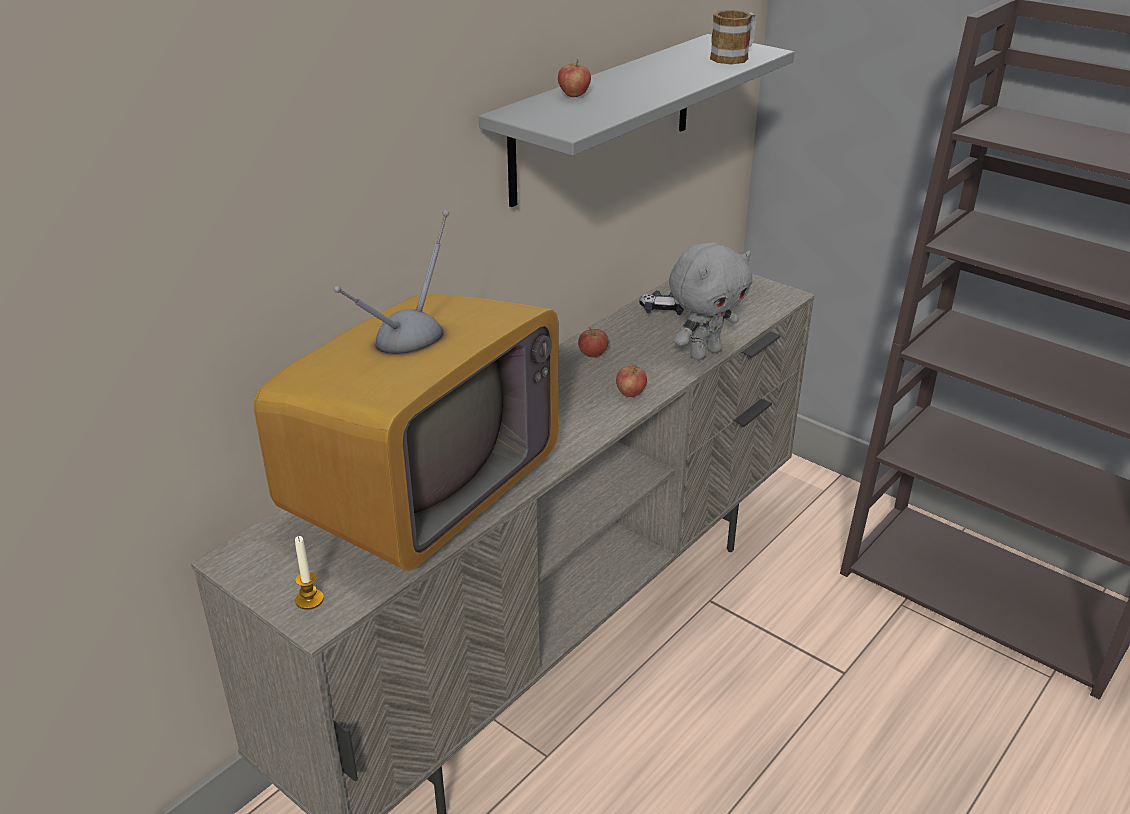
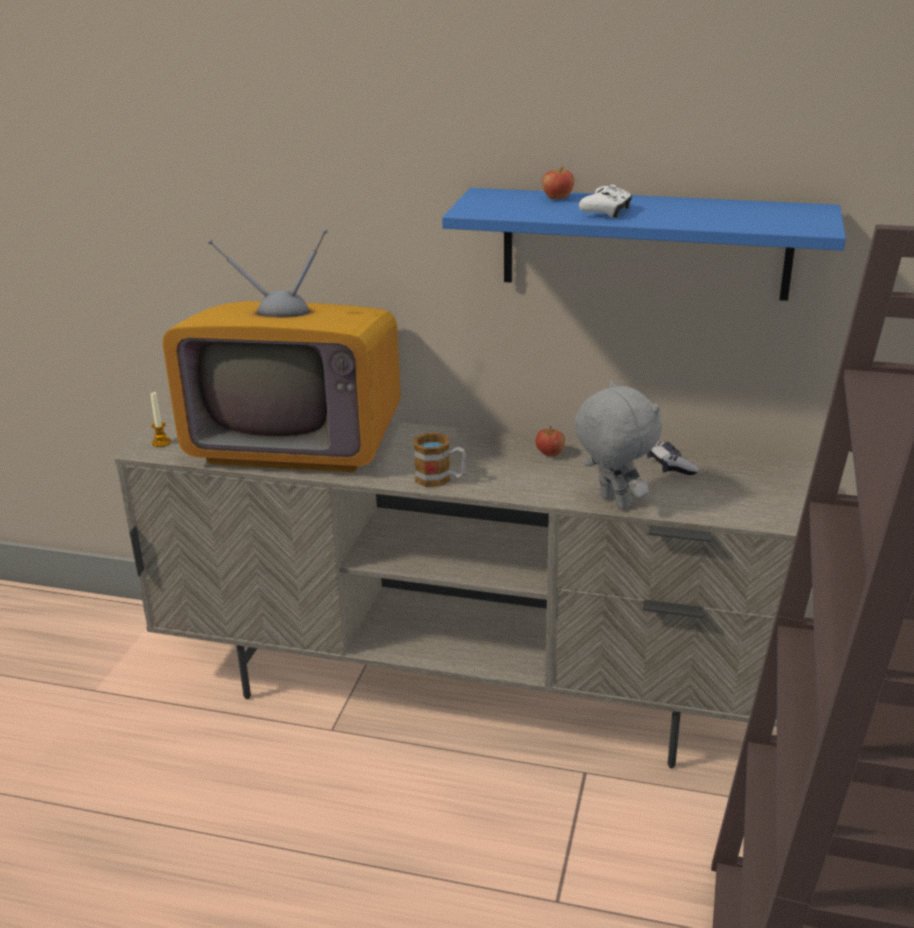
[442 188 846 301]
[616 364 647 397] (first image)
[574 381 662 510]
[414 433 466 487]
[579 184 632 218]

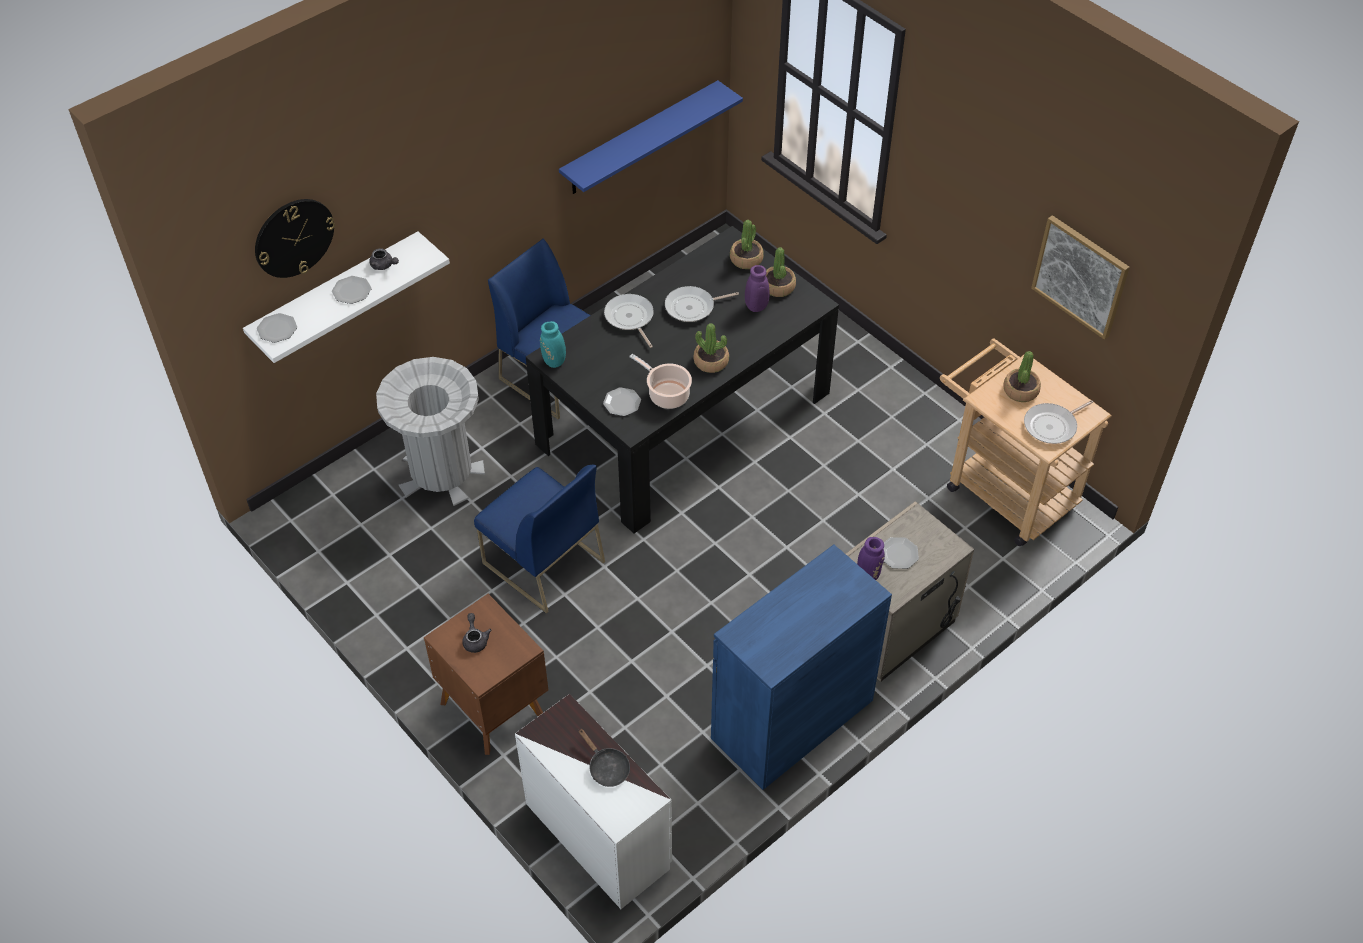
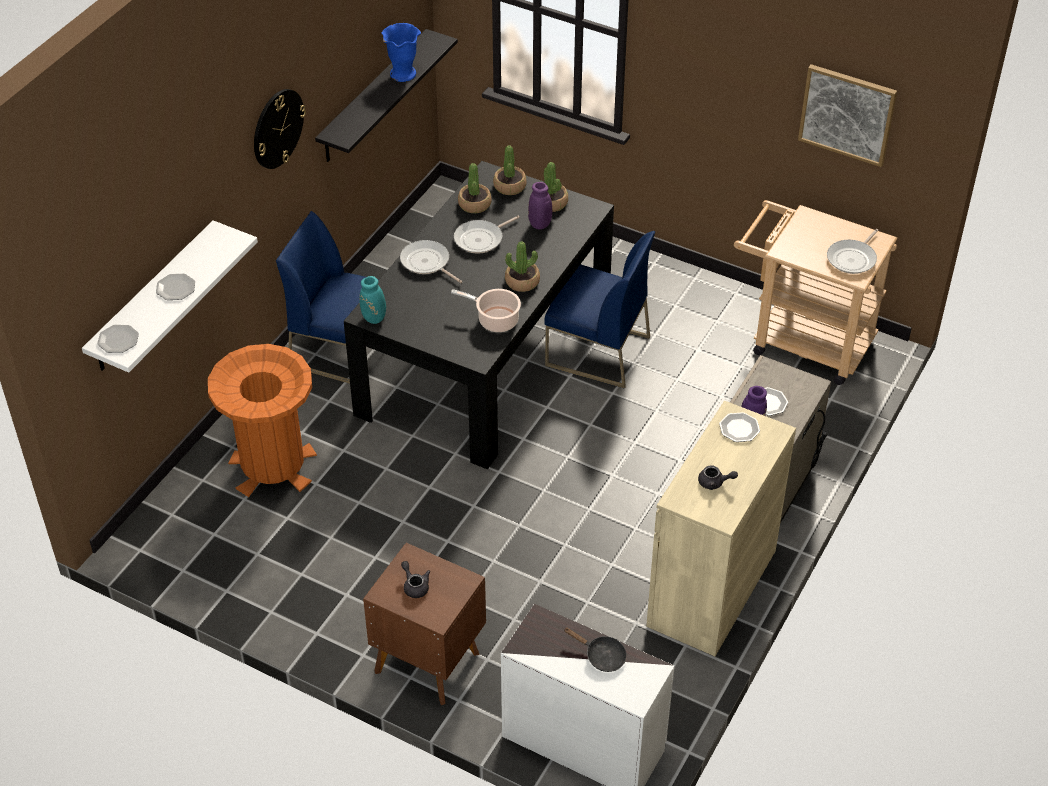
[254 89 306 169]
[698 465 738 490]
[208 344 317 497]
[545 231 656 389]
[315 29 458 162]
[719 412 760 442]
[646 401 796 656]
[458 163 492 213]
[382 23 421 82]

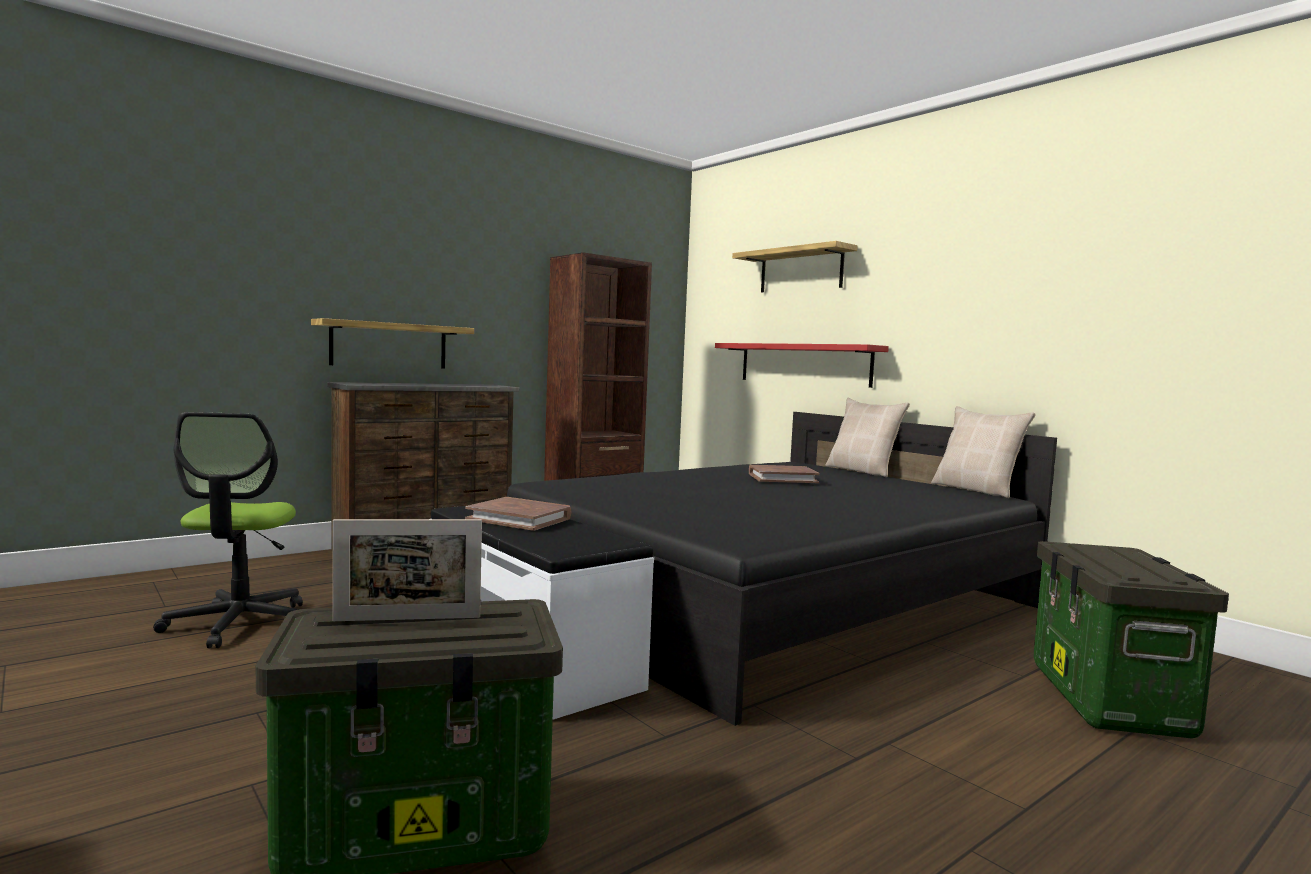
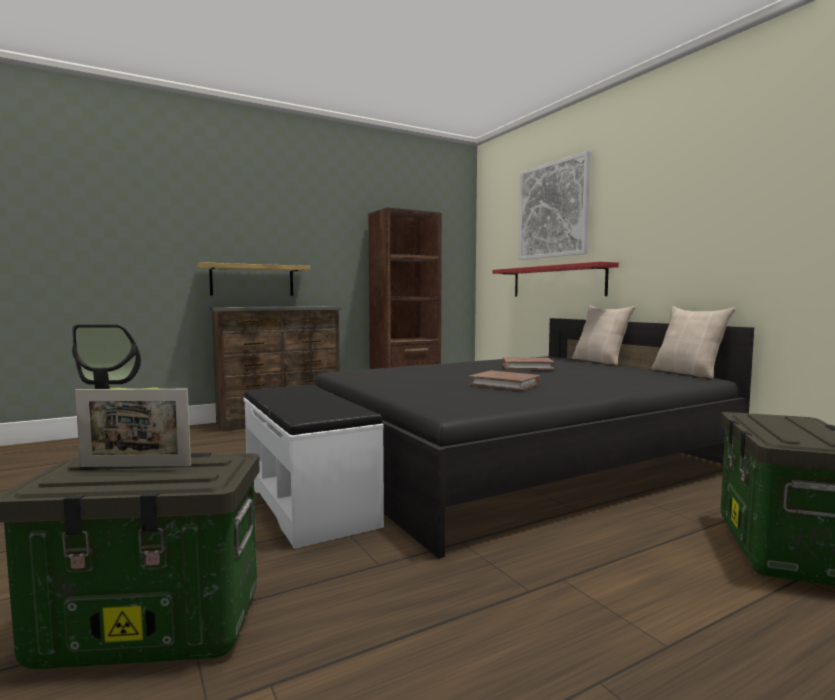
[469 371 540 391]
[518 151 591 260]

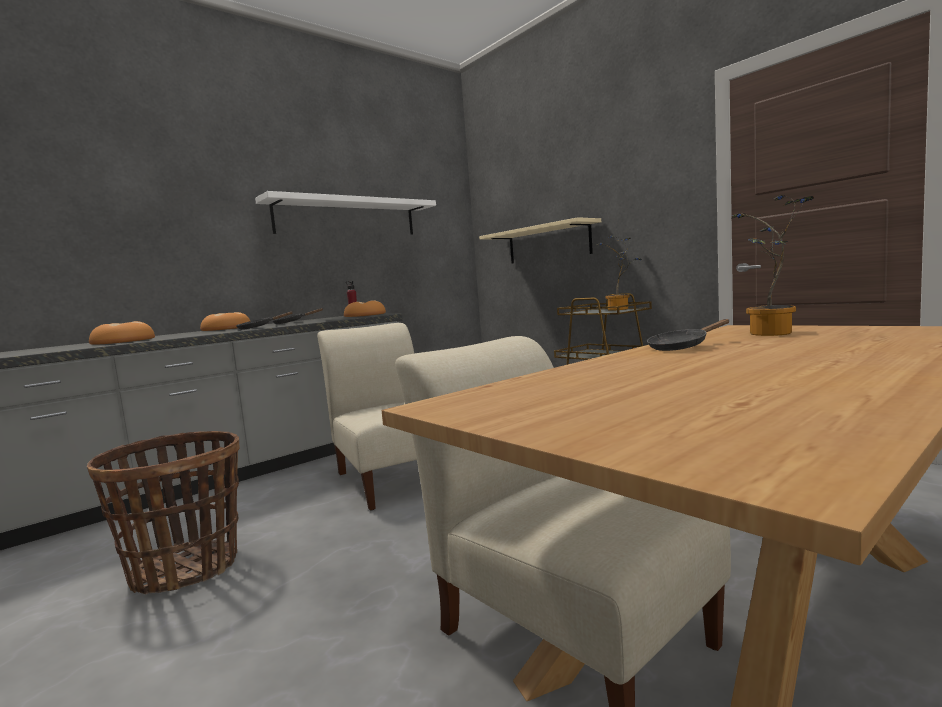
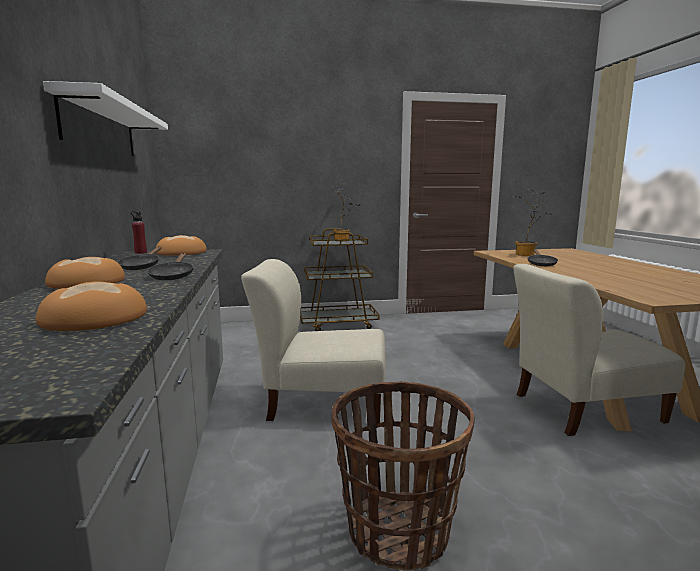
[479 217 601 263] (first image)

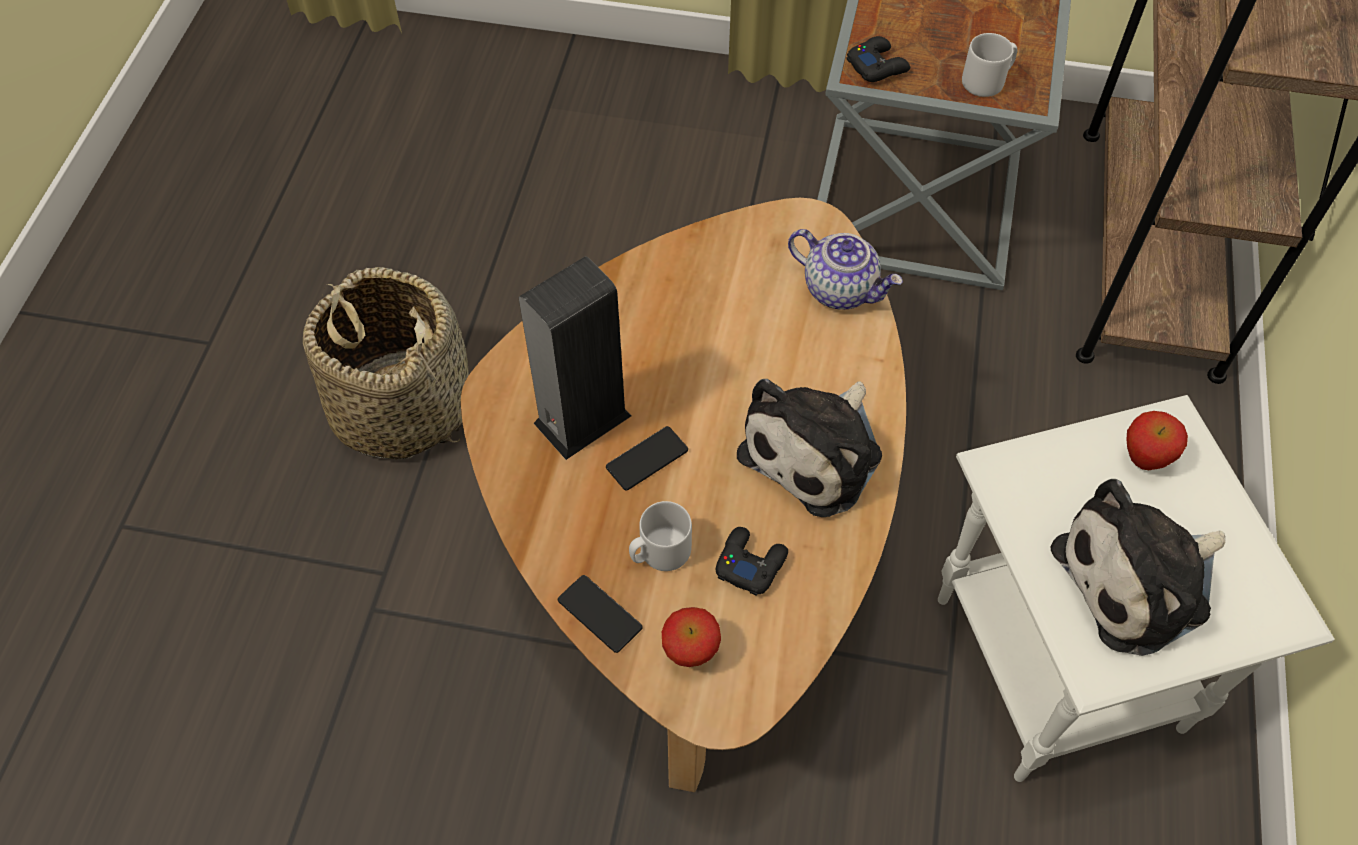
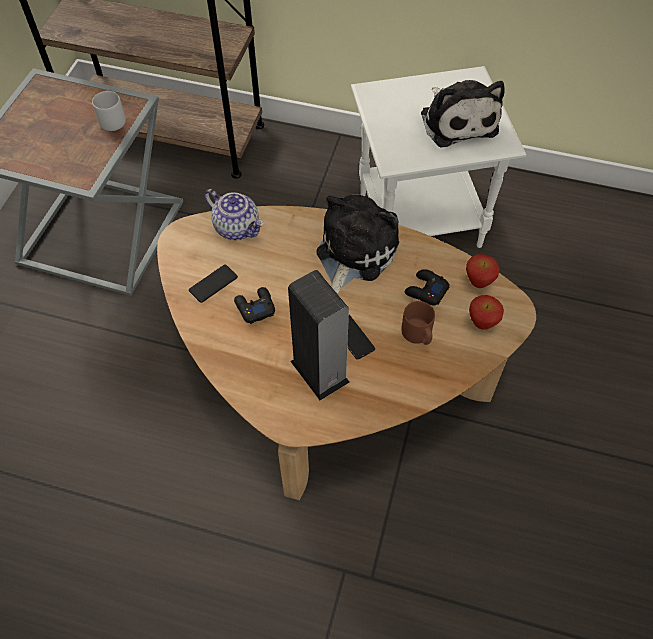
[303 267 469 459] (first image)
[189 264 238 303]
[401 301 435 345]
[316 194 399 294]
[204 189 264 240]
[234 287 275 324]
[466 254 499 288]

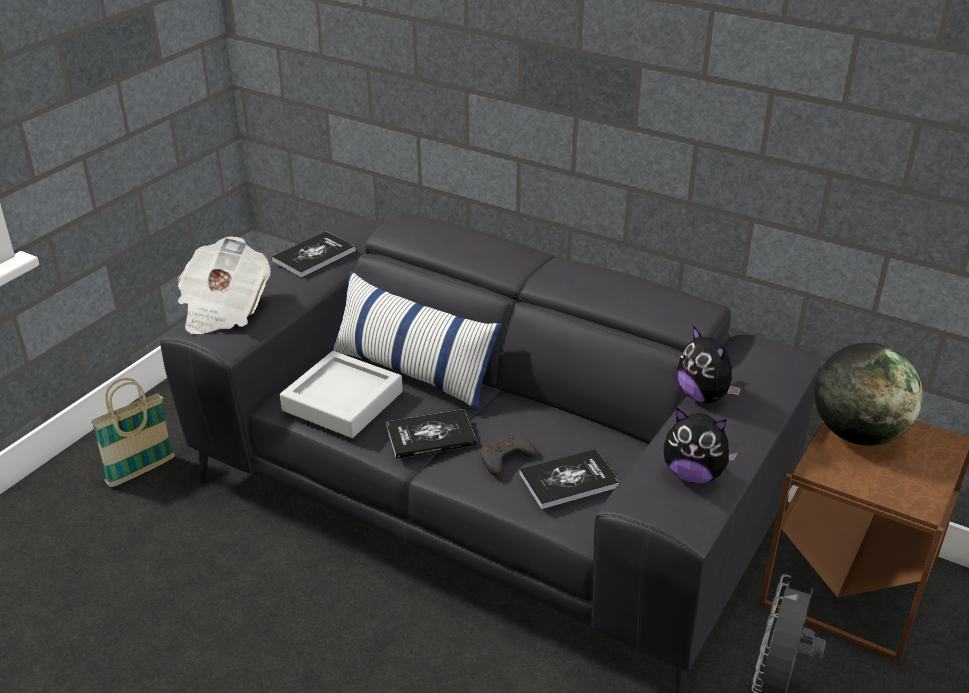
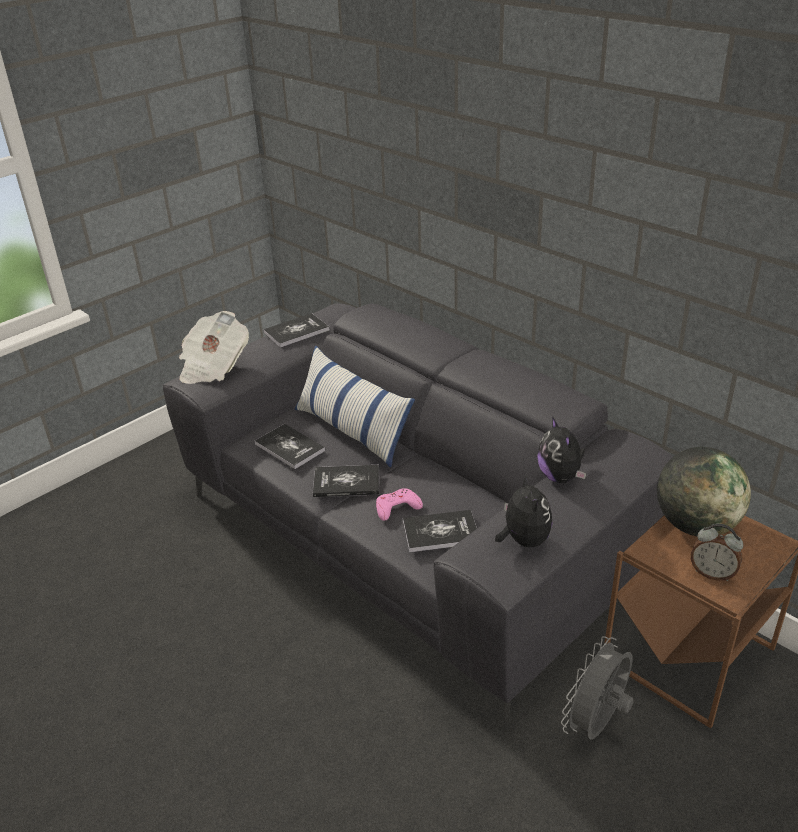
[91 378 175 487] (first image)
[255 424 325 469]
[376 488 423 521]
[495 474 553 547]
[691 524 743 581]

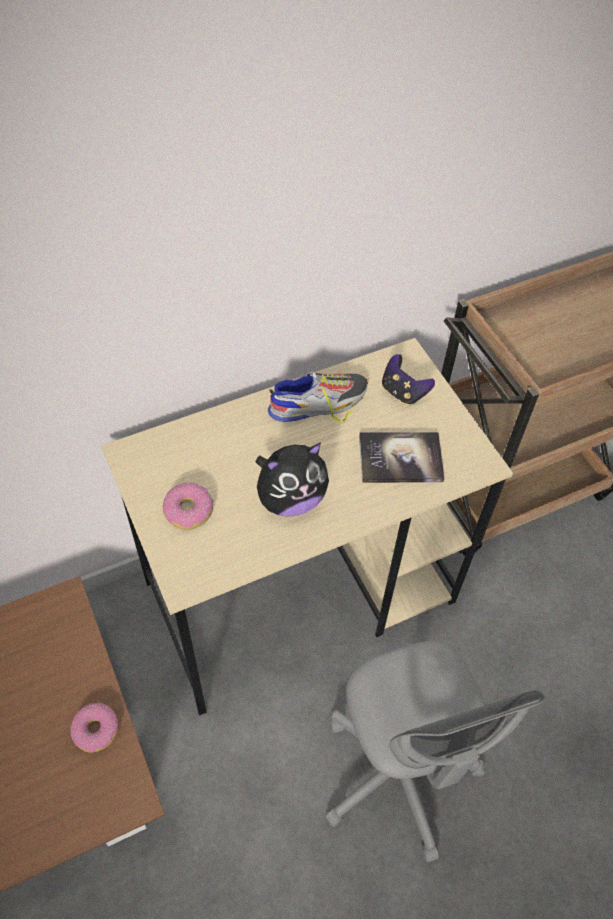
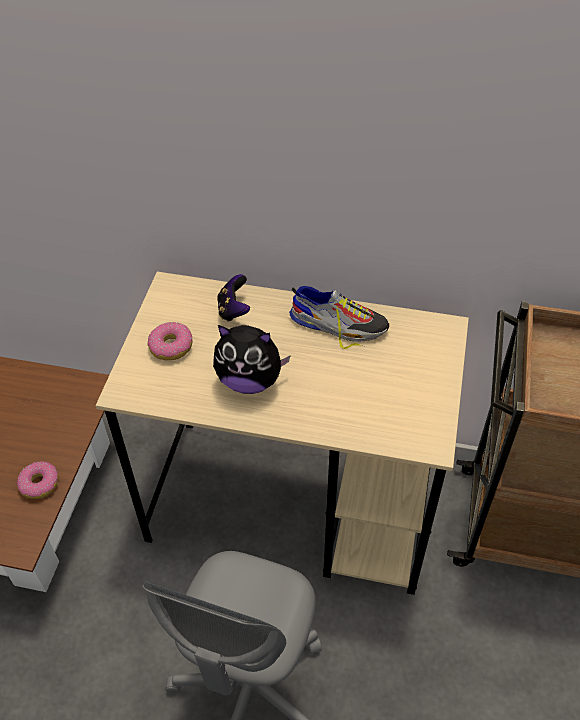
[359 432 445 483] (first image)
[217 274 250 322]

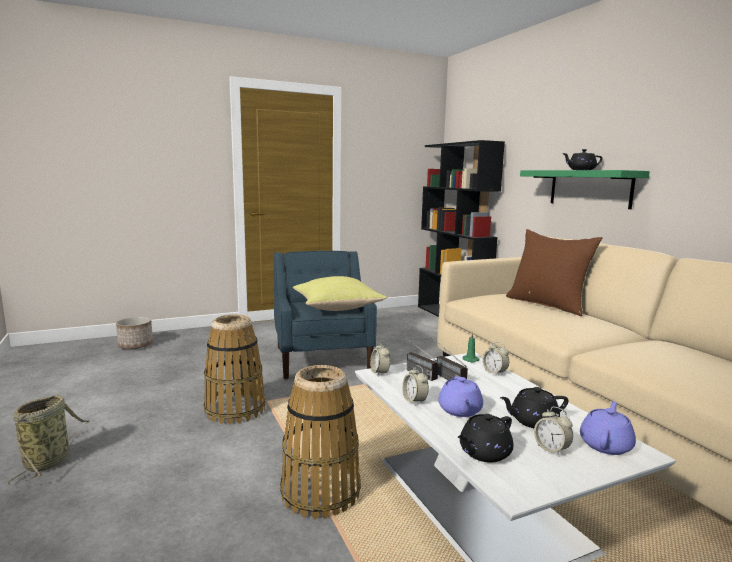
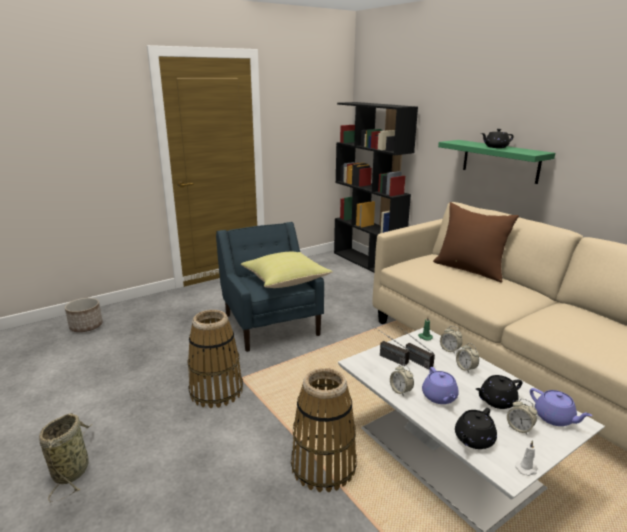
[456 343 479 373]
[530 388 592 426]
[515 440 538 476]

